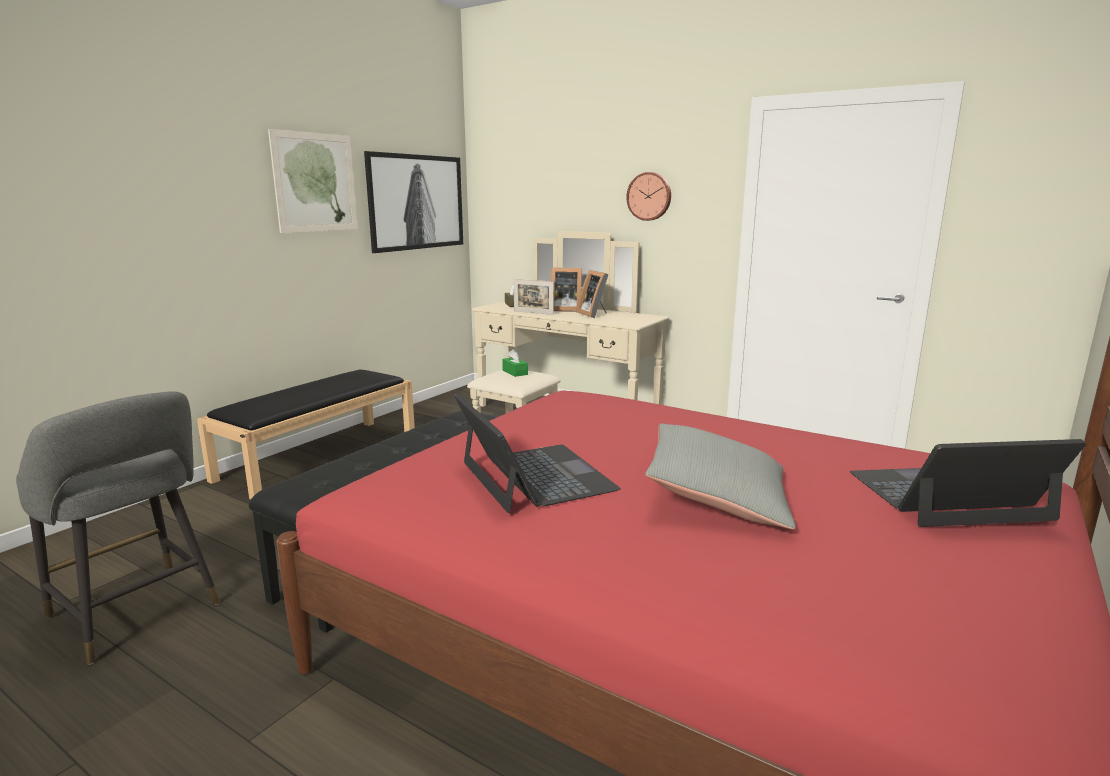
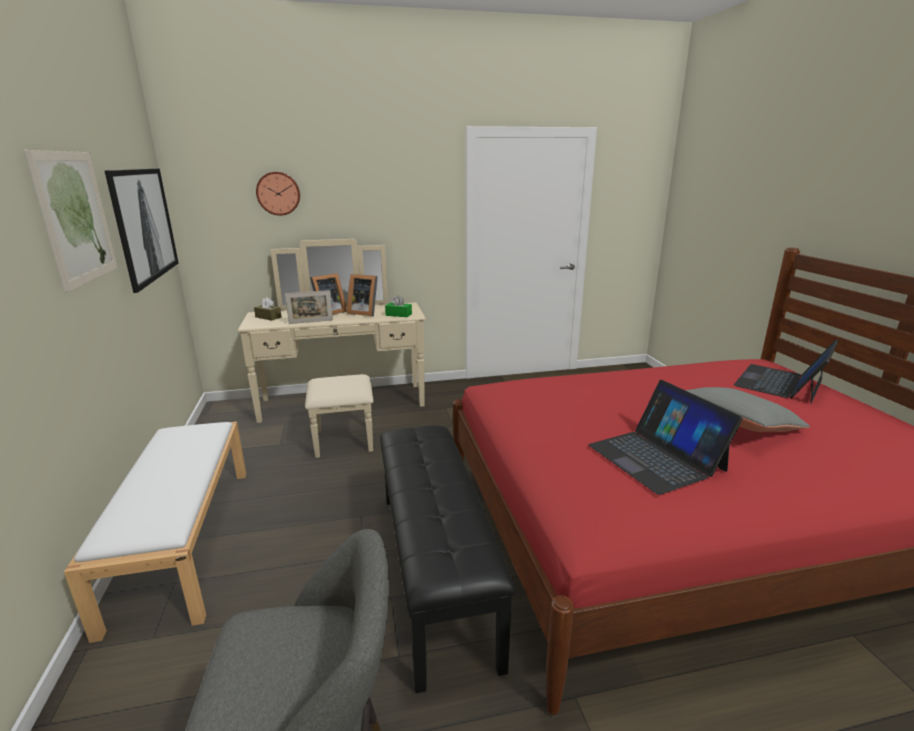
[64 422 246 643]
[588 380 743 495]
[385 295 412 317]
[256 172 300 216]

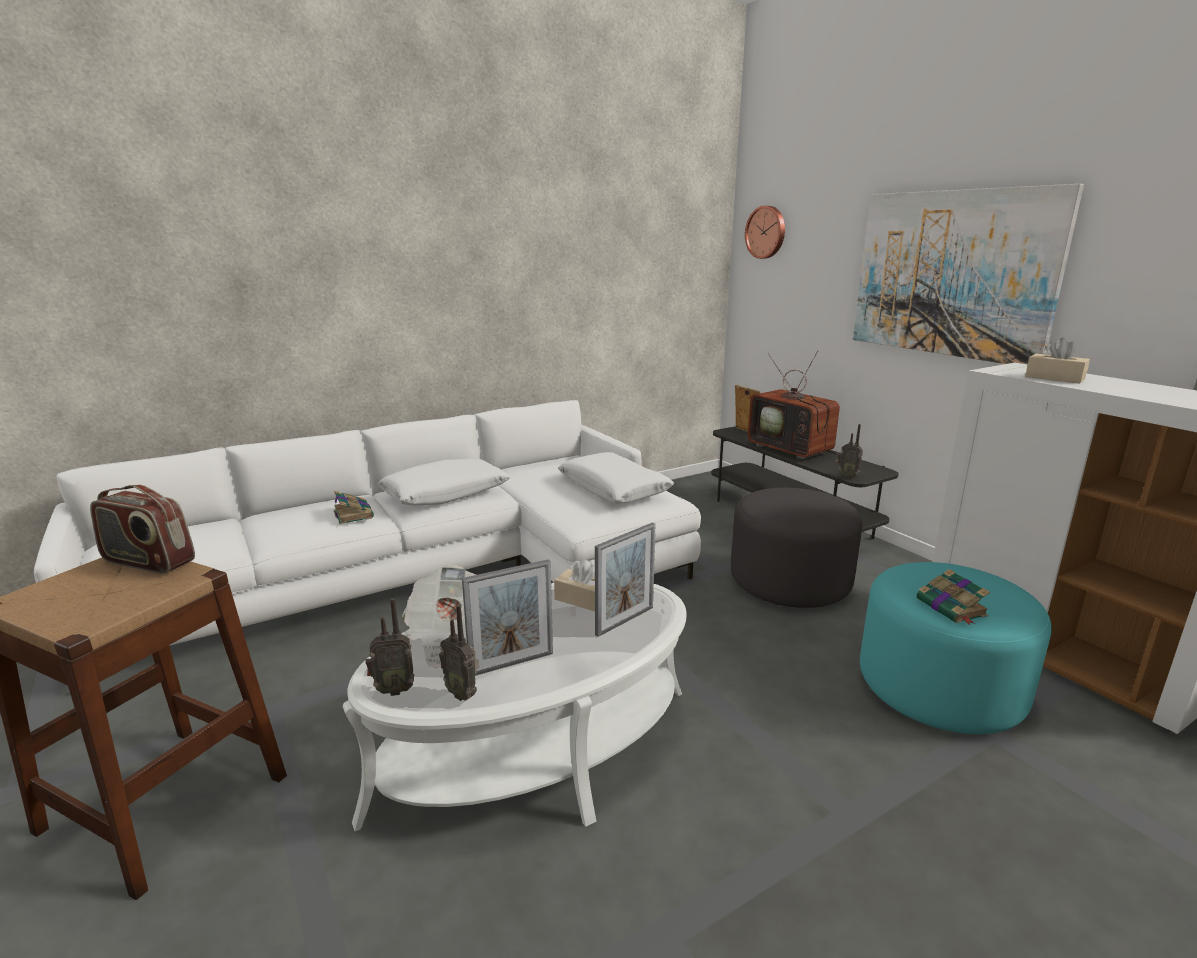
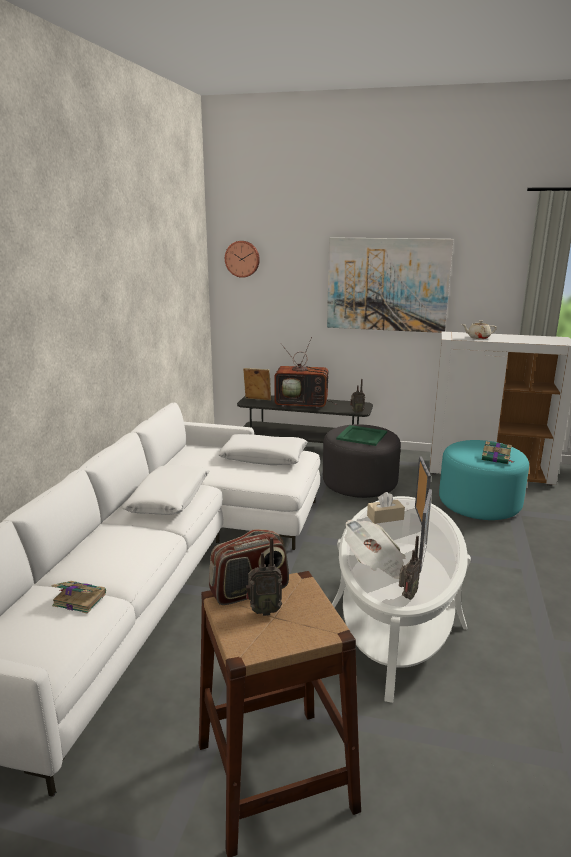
[51 581 106 614]
[246 537 282 616]
[462 320 497 339]
[336 425 387 446]

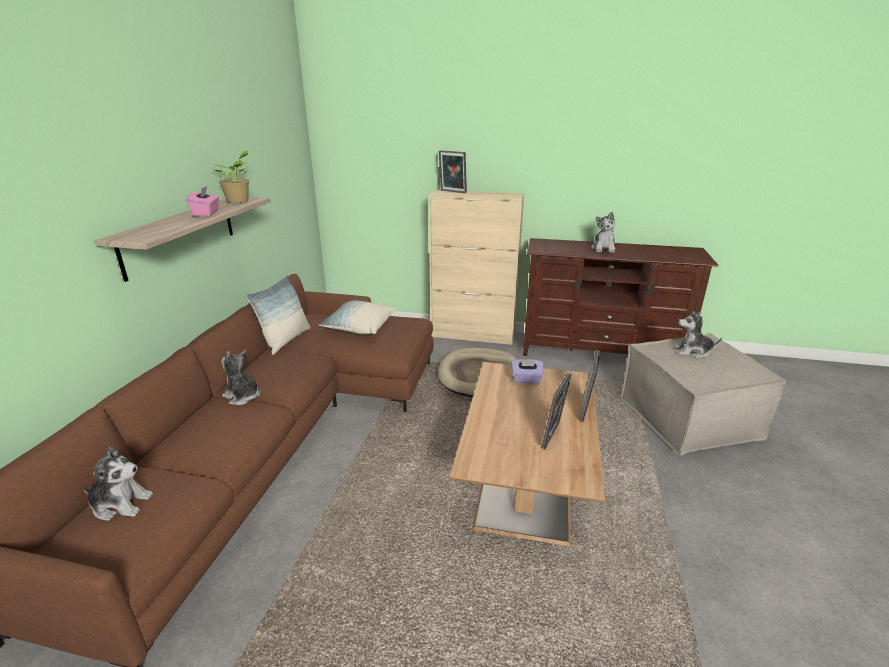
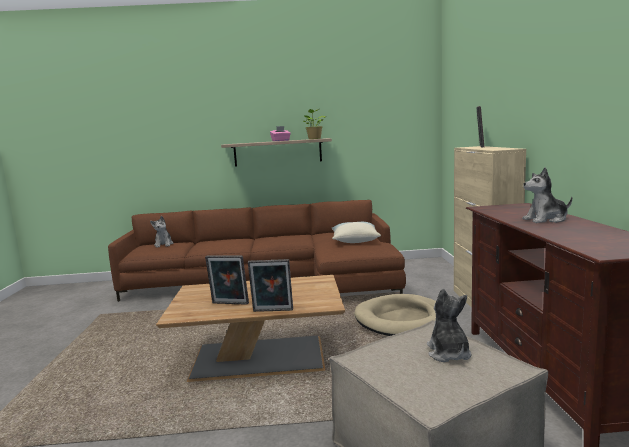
[221 350 261 405] (first image)
[246 275 311 355] (first image)
[511 359 544 384] (first image)

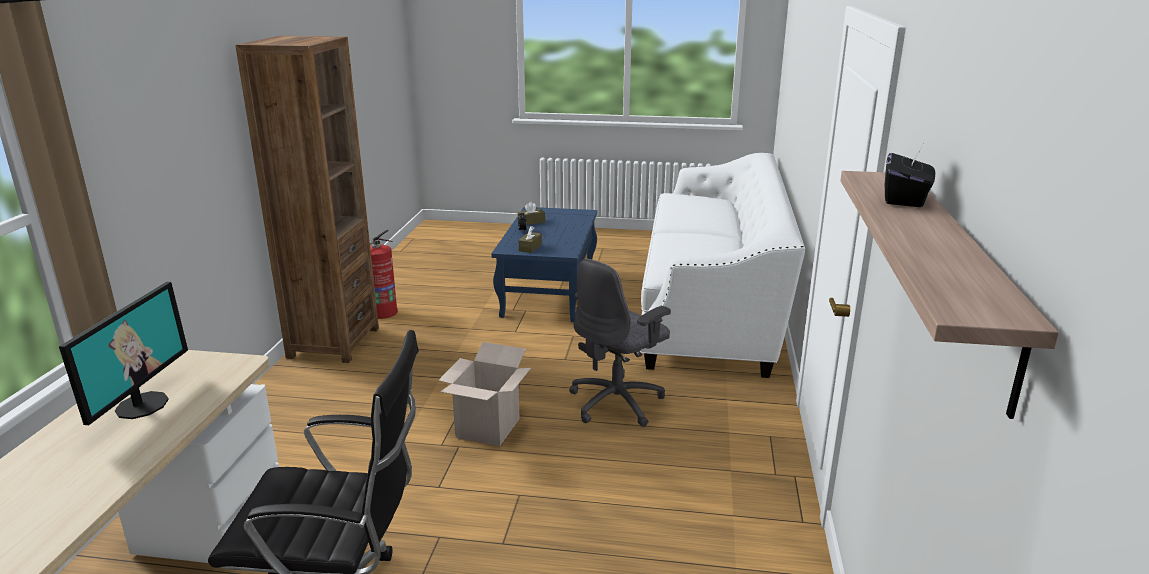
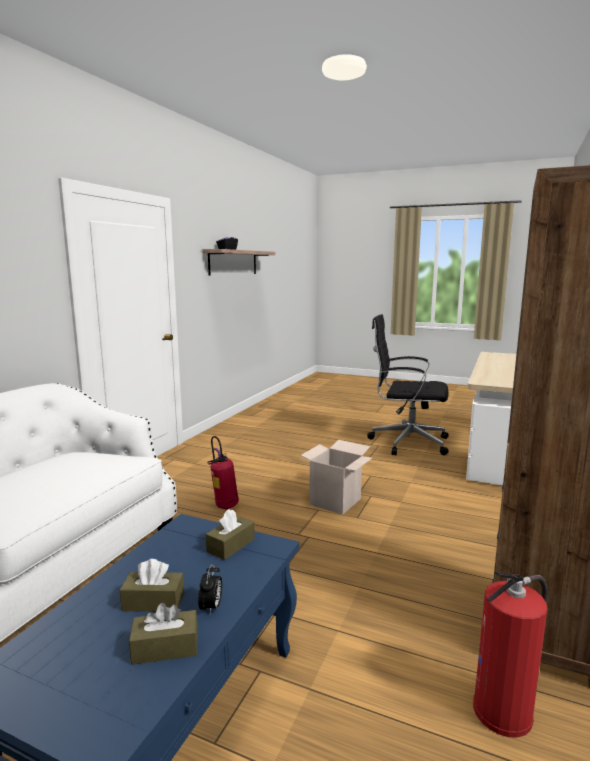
[59 282 188 425] (first image)
[207 436 239 510]
[120 559 184 612]

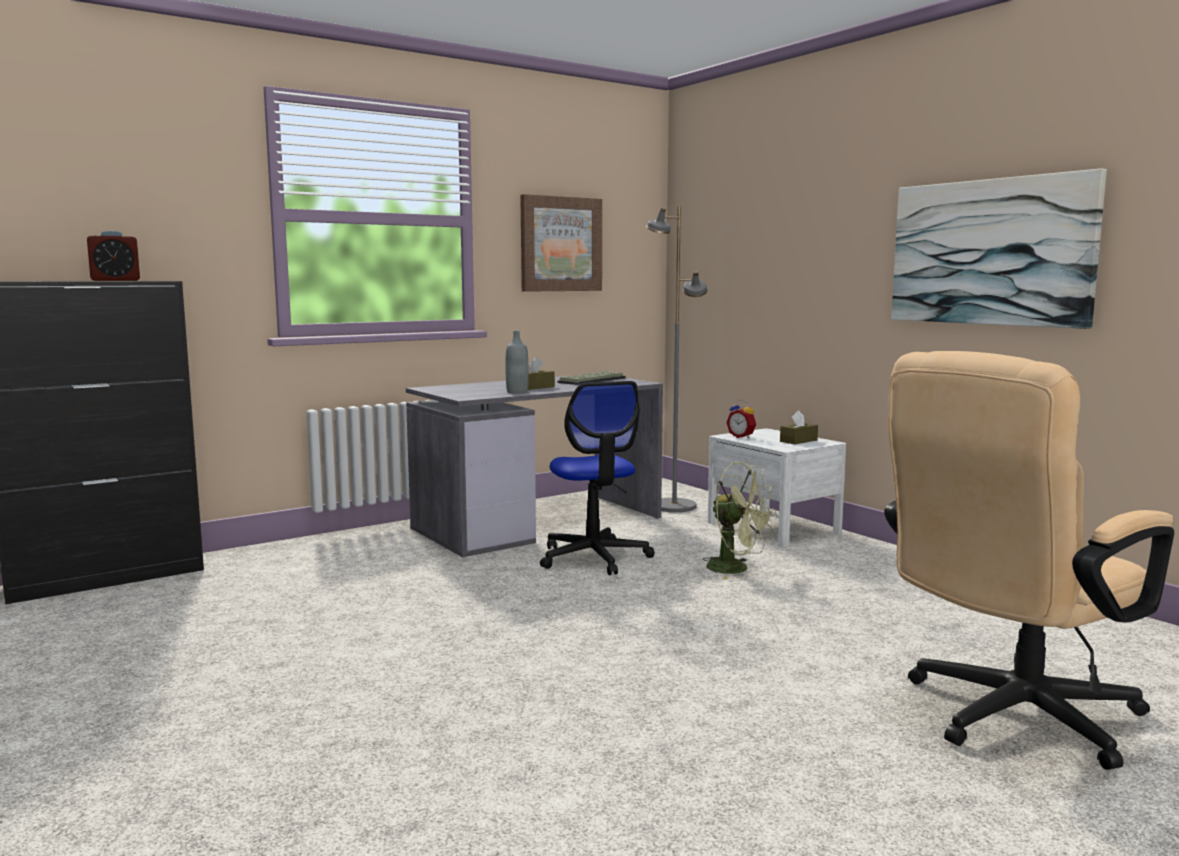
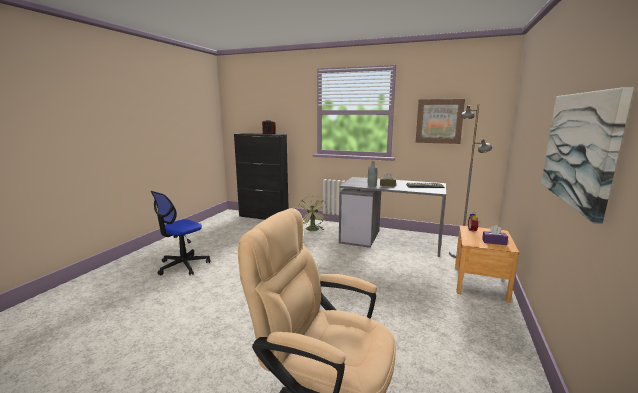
[151 191 210 275]
[298 196 328 231]
[455 226 519 303]
[482 225 508 245]

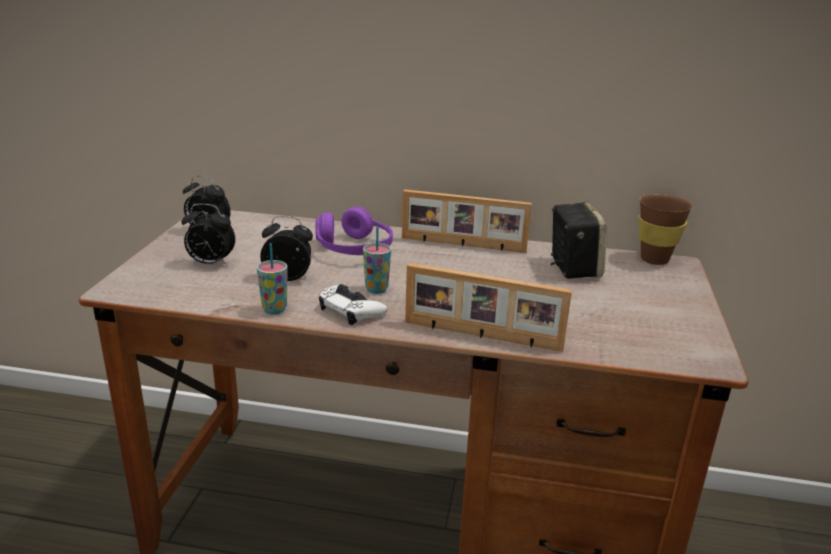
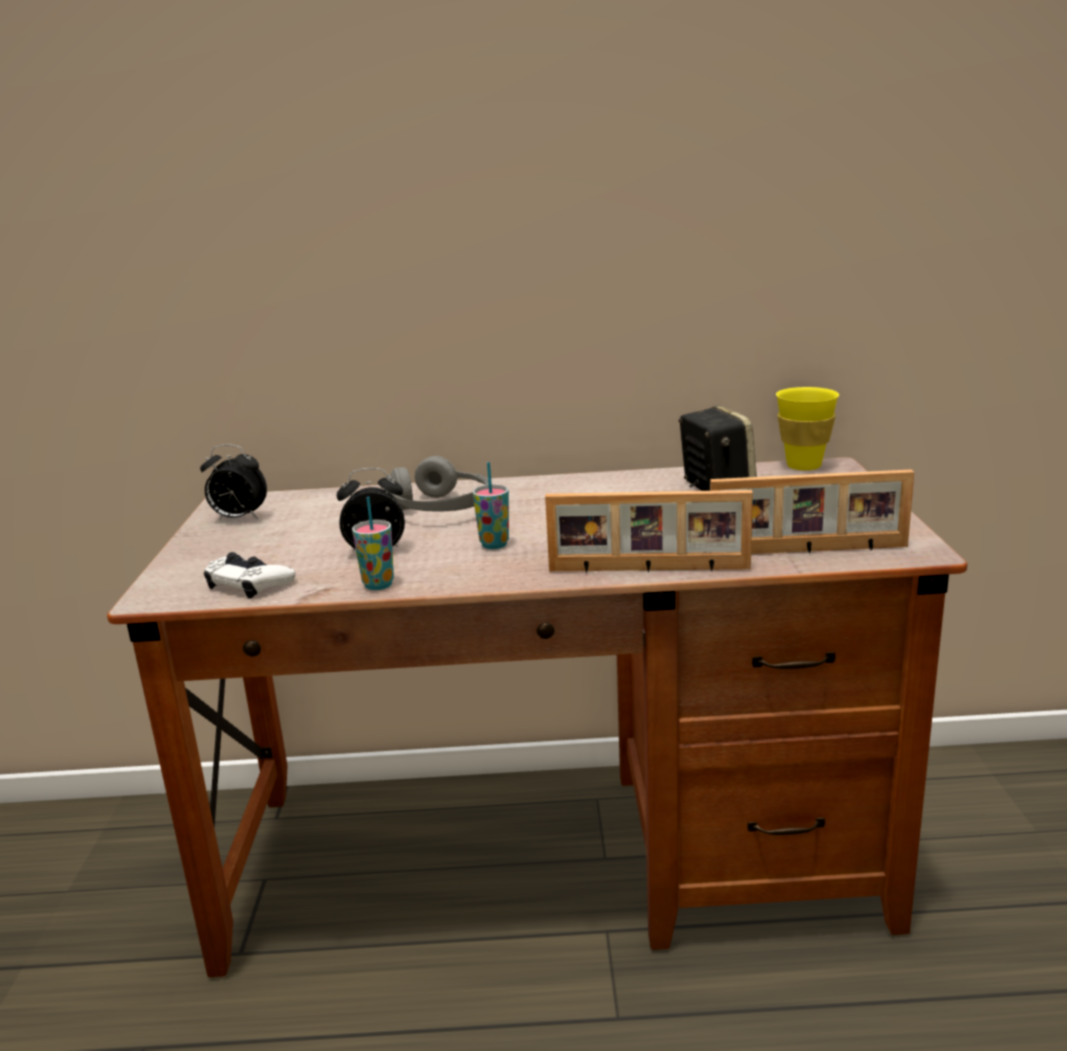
[181 204 235 266] (first image)
[387 456 489 511]
[204 552 295 599]
[710 469 914 554]
[776 387 839 470]

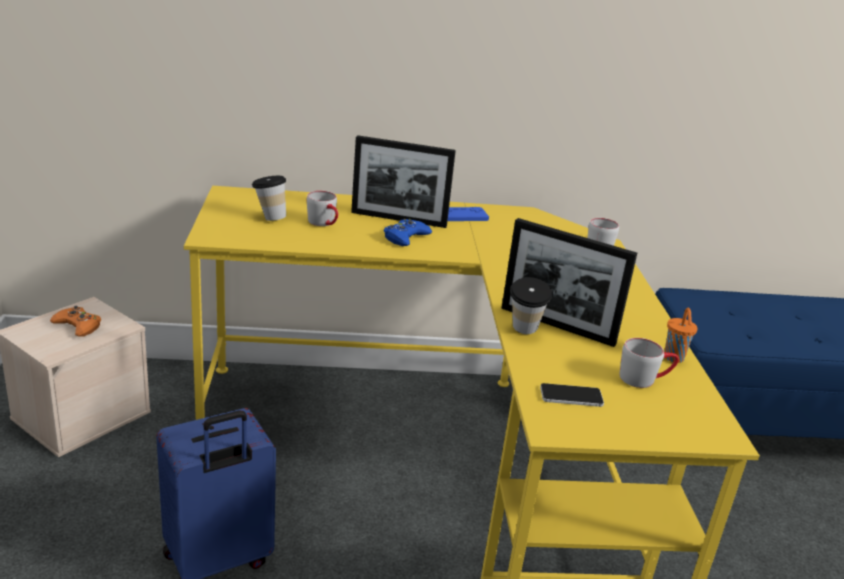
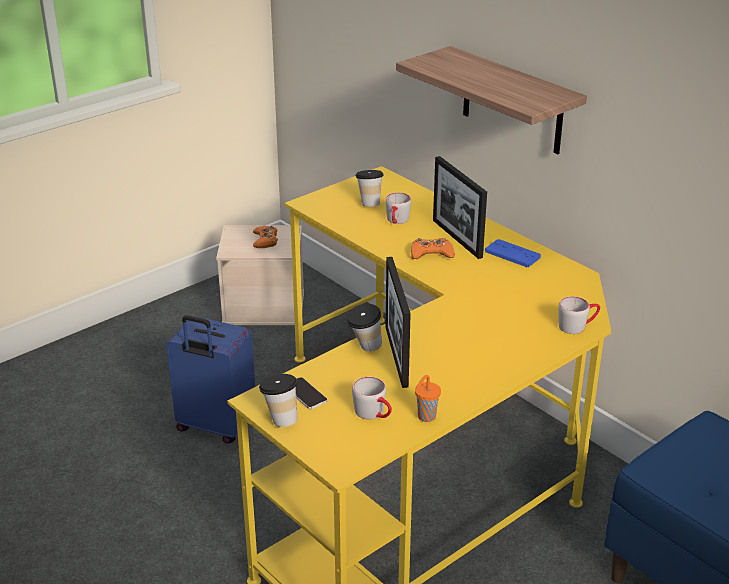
[411 238 455 259]
[259 374 298 427]
[396 46 587 154]

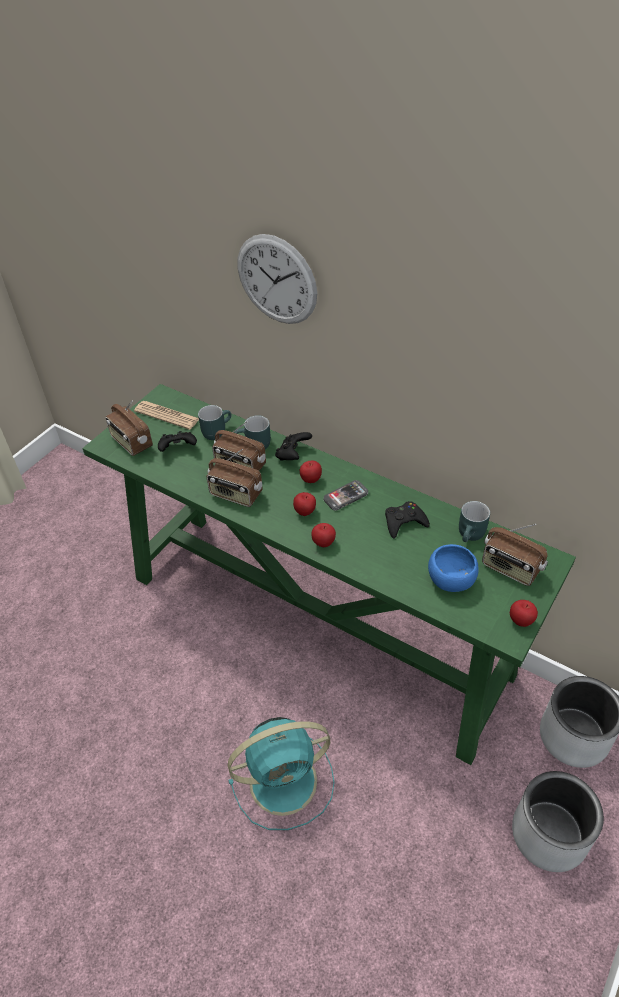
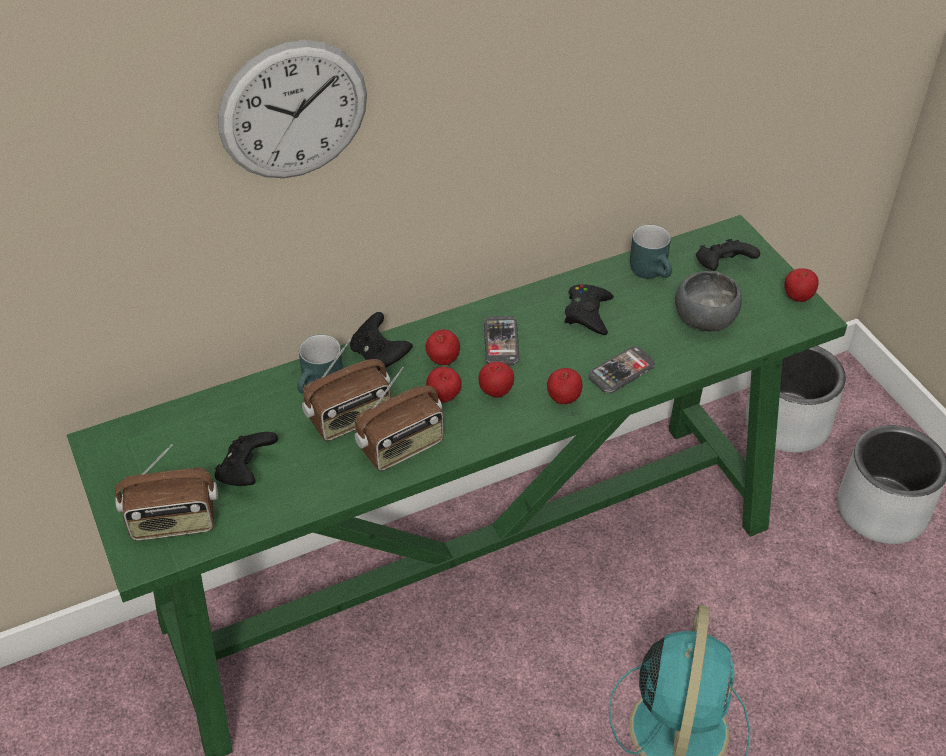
[134 401 199 430] (first image)
[198 405 232 440] (first image)
[675 271 742 332]
[696 239 760 271]
[426 367 462 403]
[588 346 655 394]

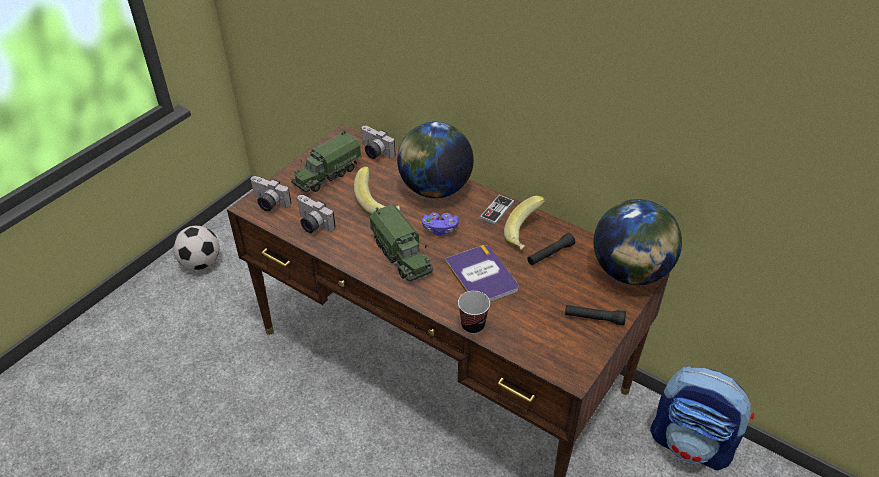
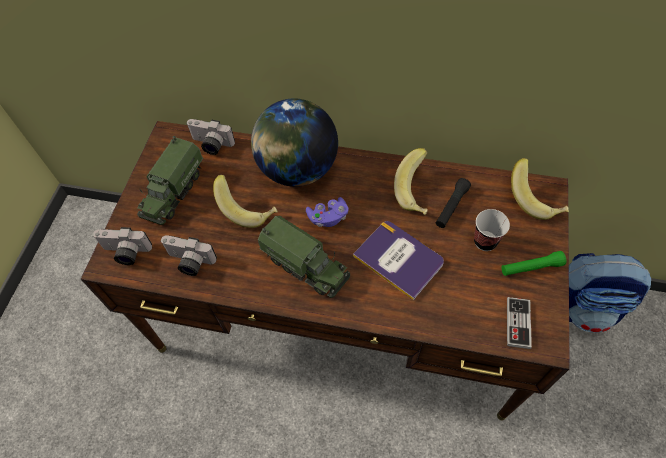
[173 226 220 270] (first image)
[474 209 510 251]
[507 297 532 349]
[502 251 566 276]
[511 158 569 220]

